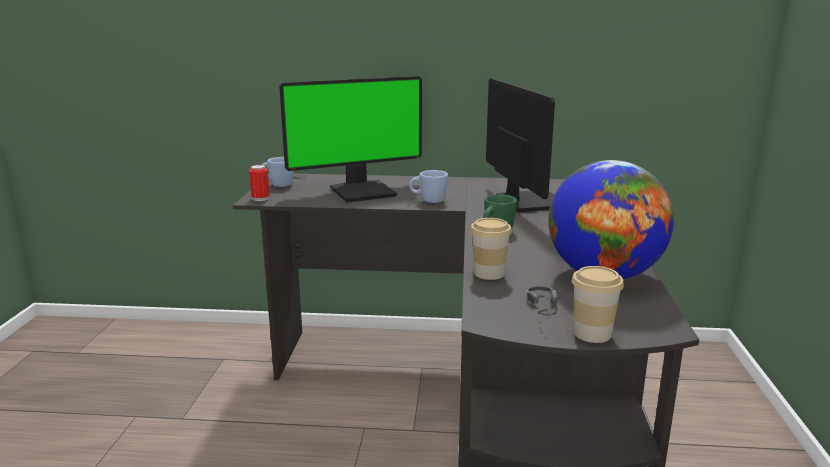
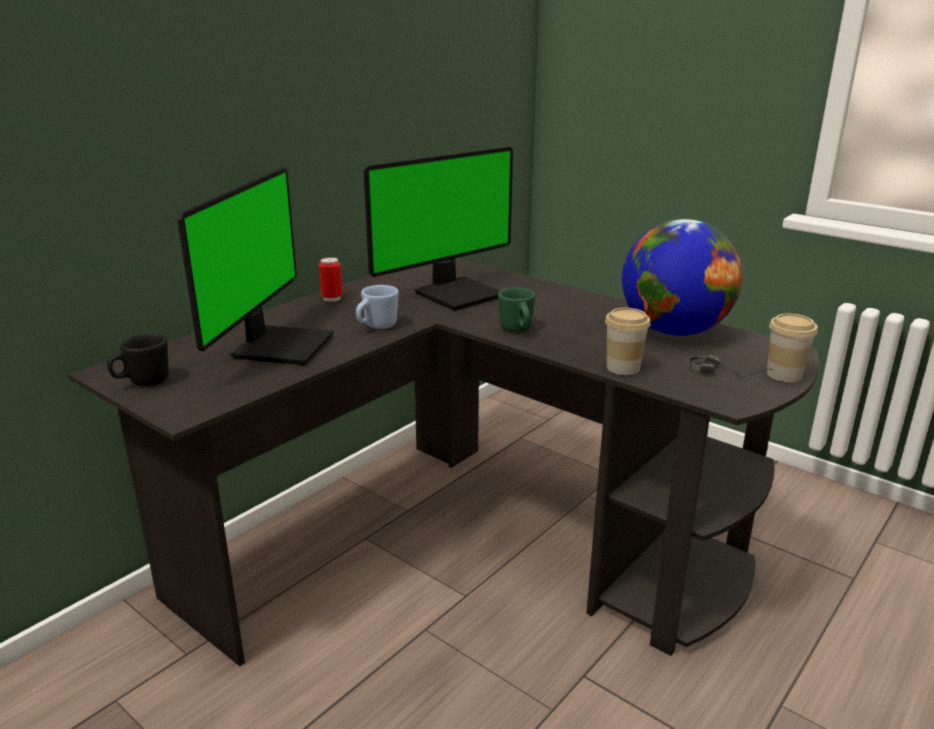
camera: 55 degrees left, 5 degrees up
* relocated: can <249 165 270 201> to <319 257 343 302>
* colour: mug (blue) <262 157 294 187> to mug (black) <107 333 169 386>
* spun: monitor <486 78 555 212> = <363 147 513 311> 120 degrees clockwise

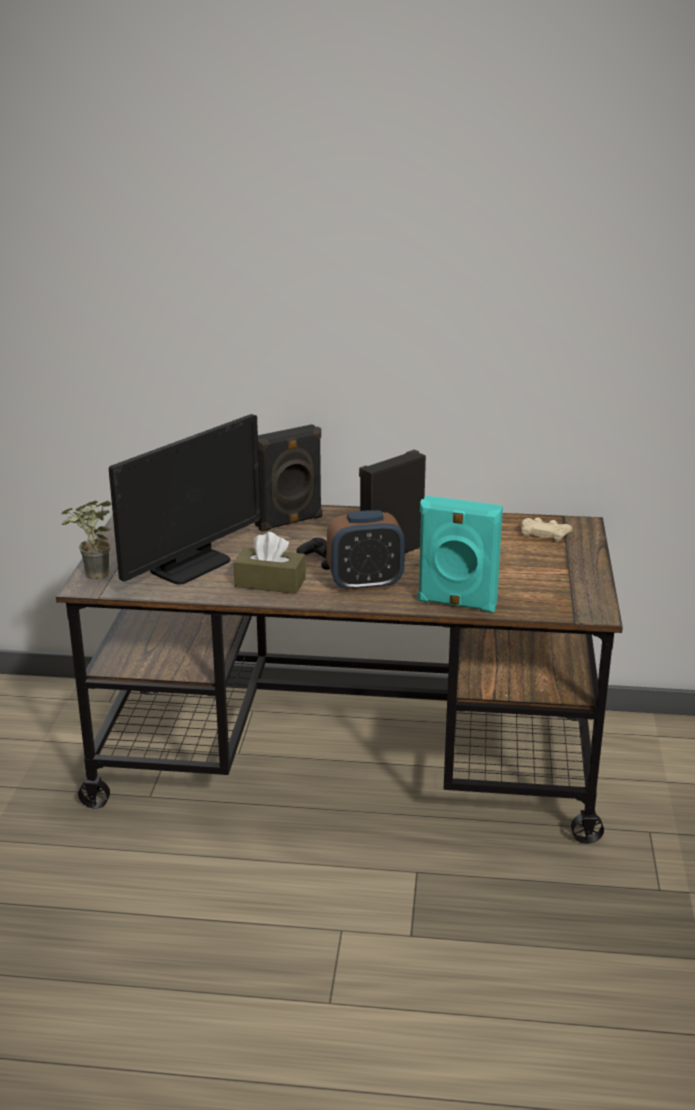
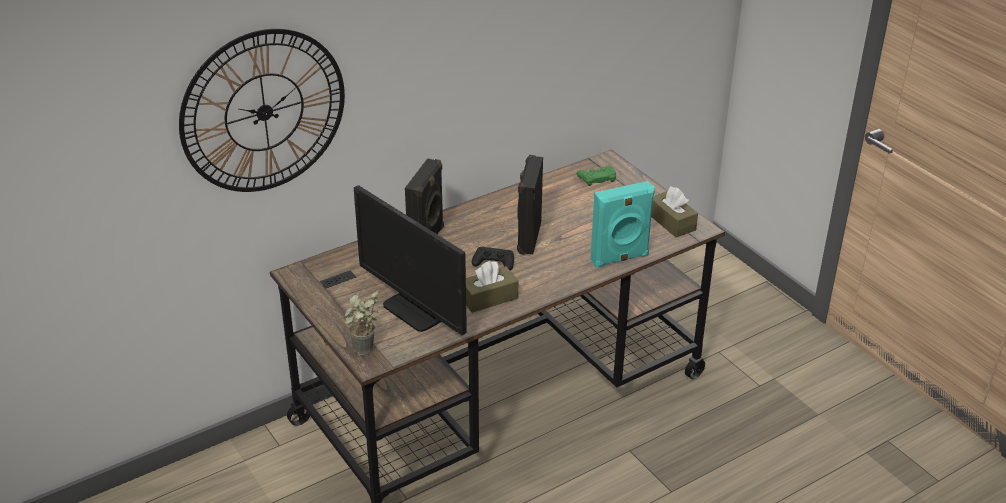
camera: 40 degrees left, 10 degrees up
* spun: monitor <109 414 261 585> = <354 185 467 335> 135 degrees clockwise
* missing: alarm clock <327 510 405 592>
* colour: game controller (beige) <521 518 572 542> to game controller (green) <576 166 616 186>
* appeared: wall clock <179 29 345 192>
* appeared: tissue box (brown) <651 186 698 237>

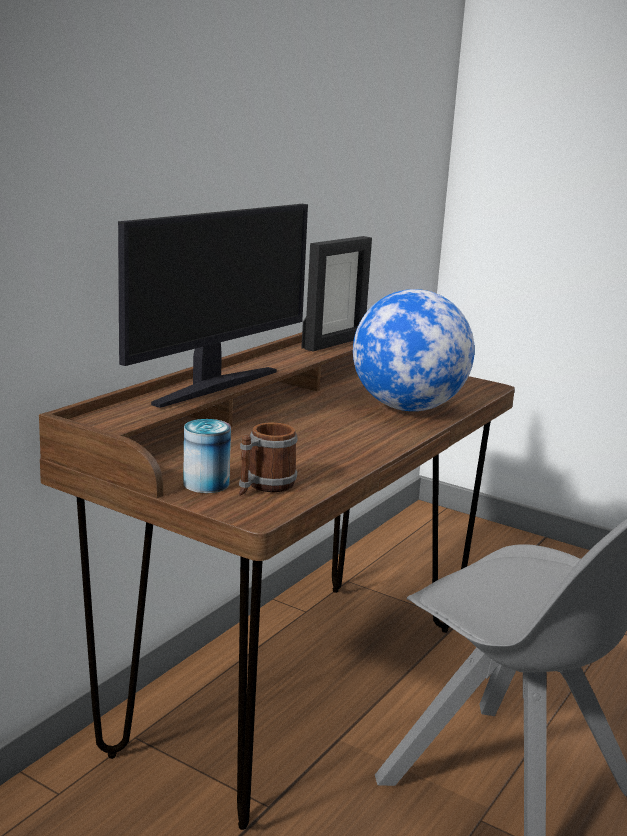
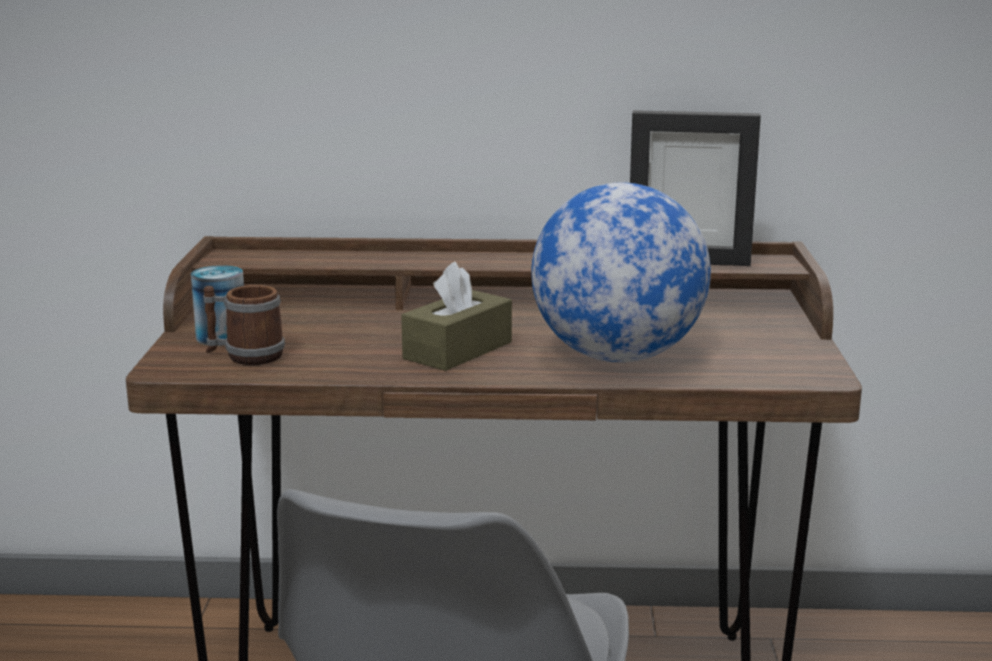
camera: 60 degrees right, 0 degrees up
* missing: monitor <118 204 308 408>
* appeared: tissue box (brown) <401 262 512 371>

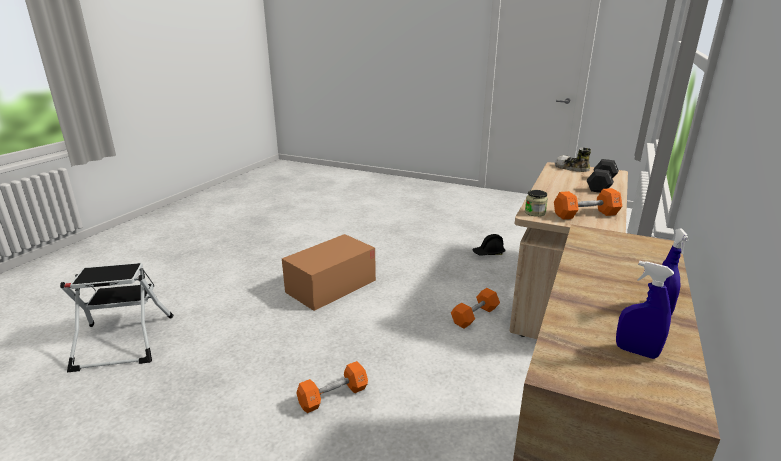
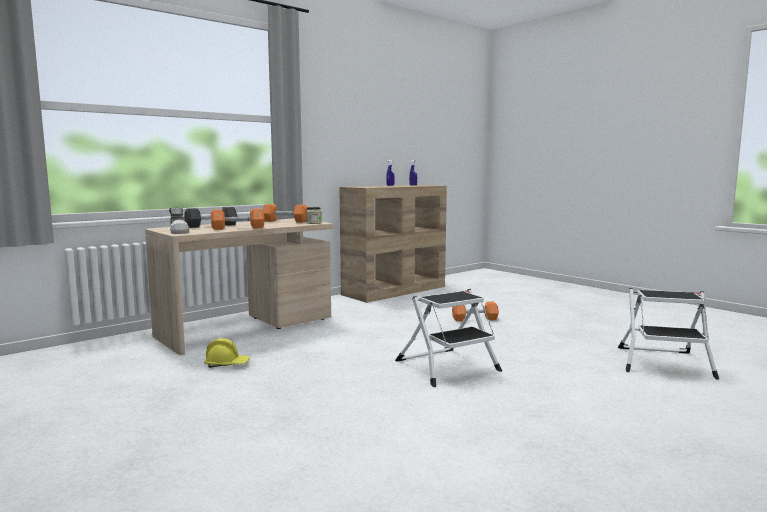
camera: 155 degrees left, 15 degrees down
* exchanged: cardboard box <282 234 376 311> to step ladder <395 289 502 387>
* relocated: dumbbell (orange) <451 288 500 329> to <211 209 264 230>
* colour: hard hat (black) <472 234 505 256> to hard hat (yellow) <204 338 250 368>

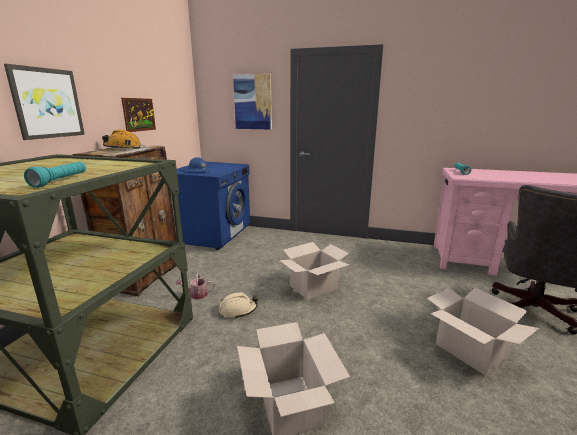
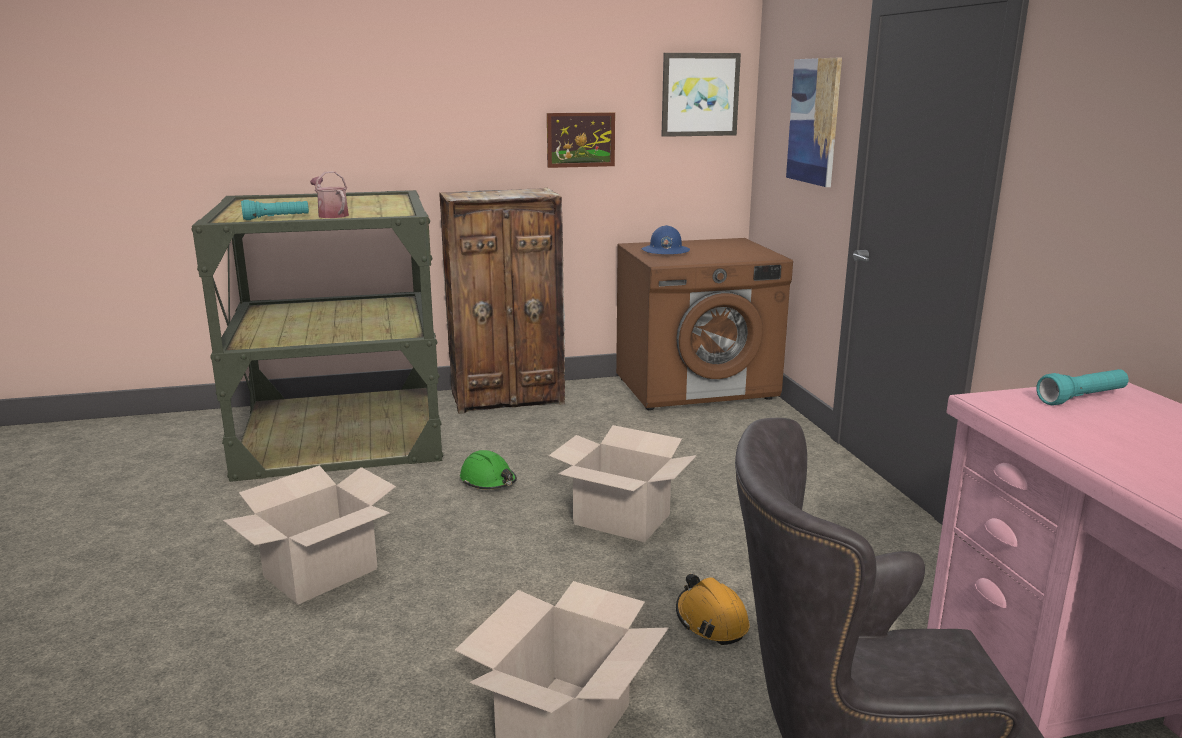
camera: 60 degrees right, 0 degrees up
* relocated: picture <4 64 85 140> to <662 53 741 137>
* relocated: hard hat (orange) <102 130 141 149> to <676 574 750 645>
* colour: washing machine (blue) <171 162 250 250> to washing machine (brown) <616 238 793 411>
* relocated: watering can <175 273 215 299> to <310 171 349 218>
* colour: hard hat (beige) <219 292 258 318> to hard hat (green) <460 450 517 489>

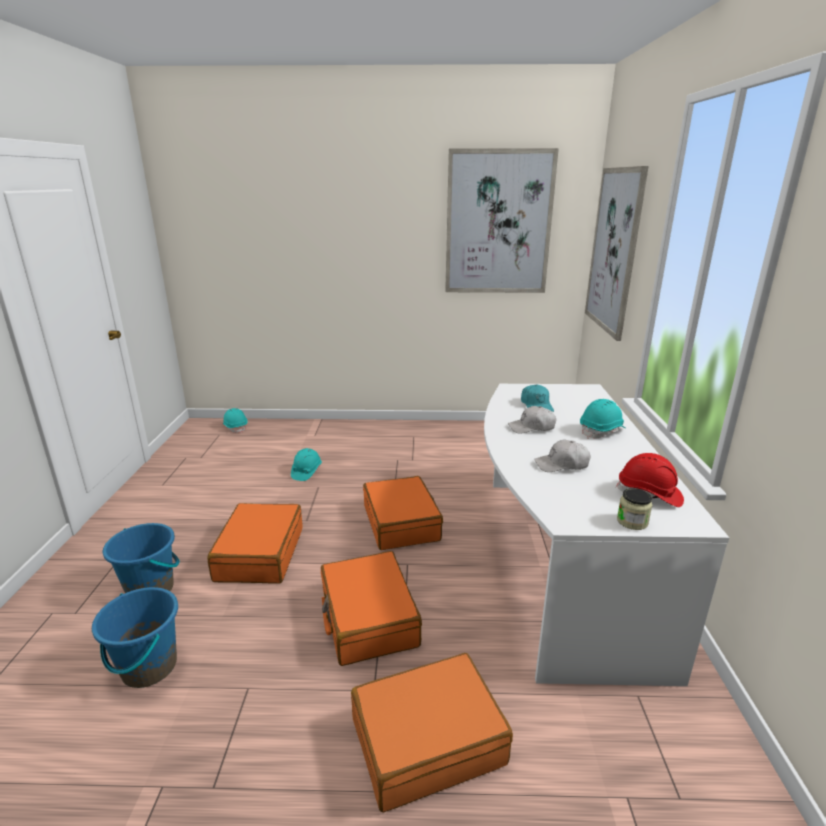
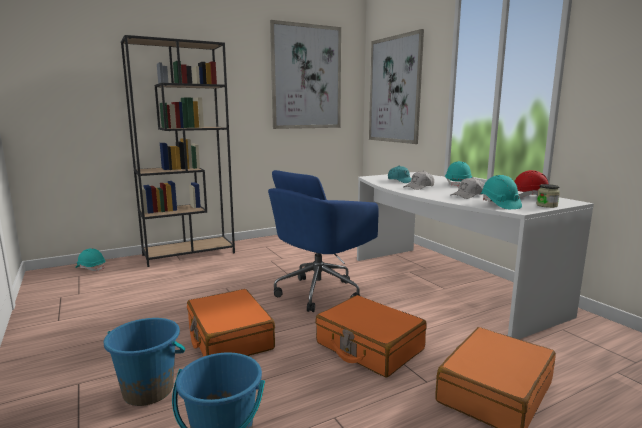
camera: 30 degrees left, 10 degrees down
* relocated: hard hat (turquoise) <291 448 322 481> to <480 175 522 209>
* exchanged: suitcase (orange) <363 476 443 550> to office chair (blue) <268 170 379 312>
* appeared: bookcase <121 35 235 267>

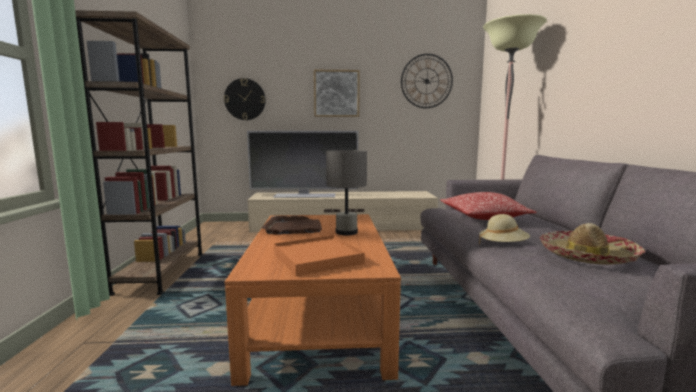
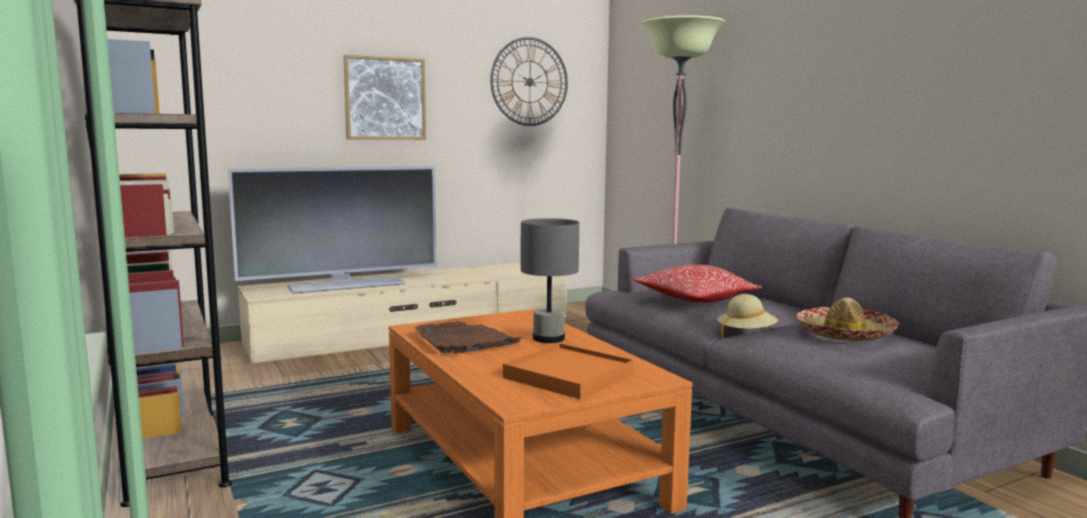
camera: 25 degrees left, 0 degrees up
* missing: wall clock <224 78 266 120>

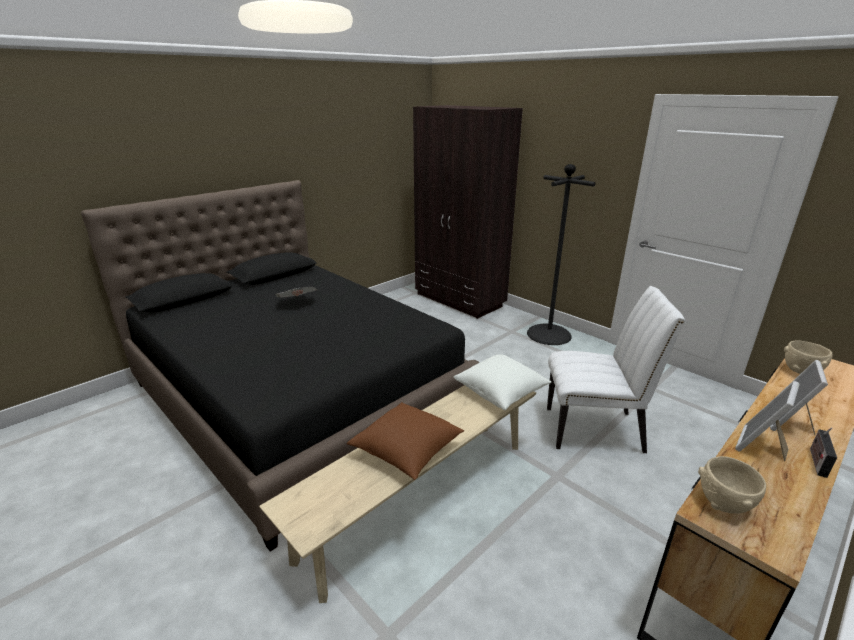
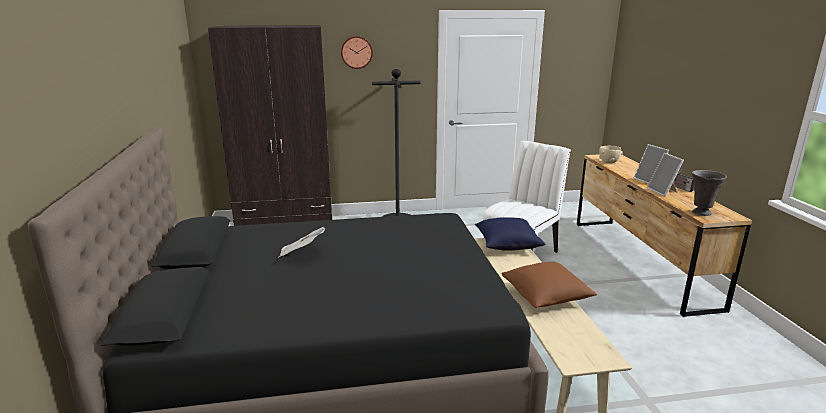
camera: 55 degrees left, 5 degrees down
* colour: pillow (white) <454 354 552 410> to pillow (blue) <475 217 545 251>
* exchanged: bowl (beige) <698 456 766 514> to vase (grey) <692 170 727 216>
* appeared: wall clock <341 36 373 69>

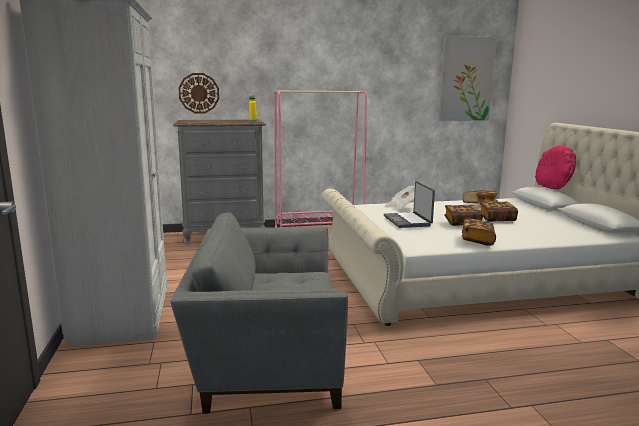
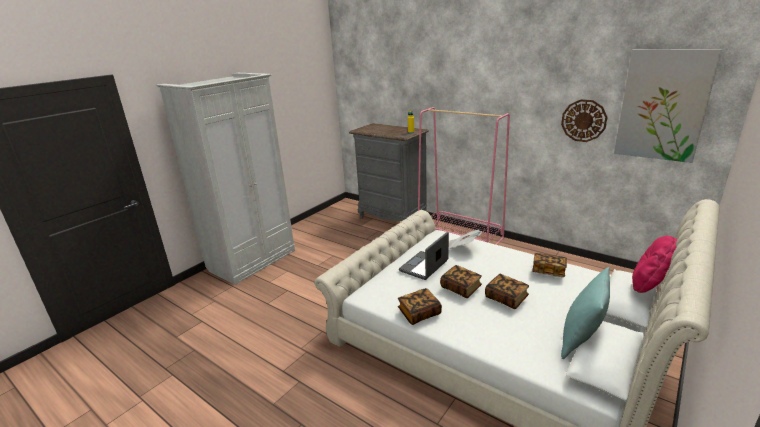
camera: 50 degrees right, 10 degrees up
* missing: armchair (grey) <170 212 348 414>
* relocated: wall clock <178 73 219 113> to <561 99 608 142>
* appeared: pillow (turquoise) <561 267 610 359>

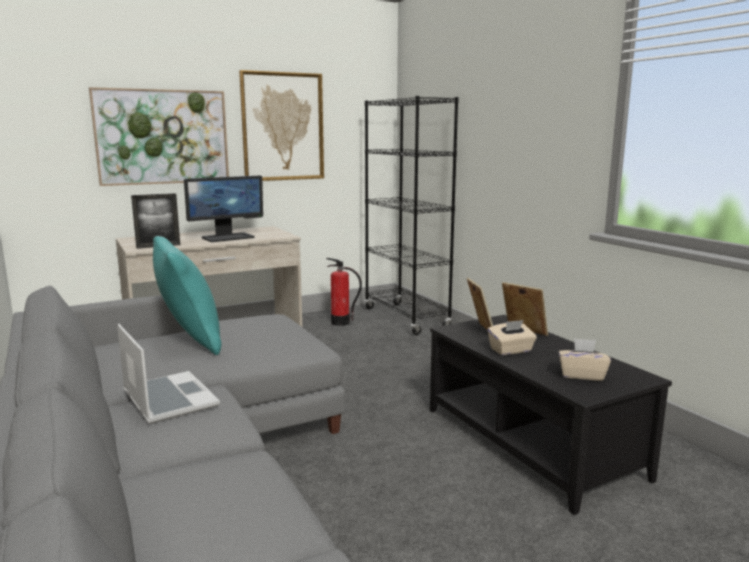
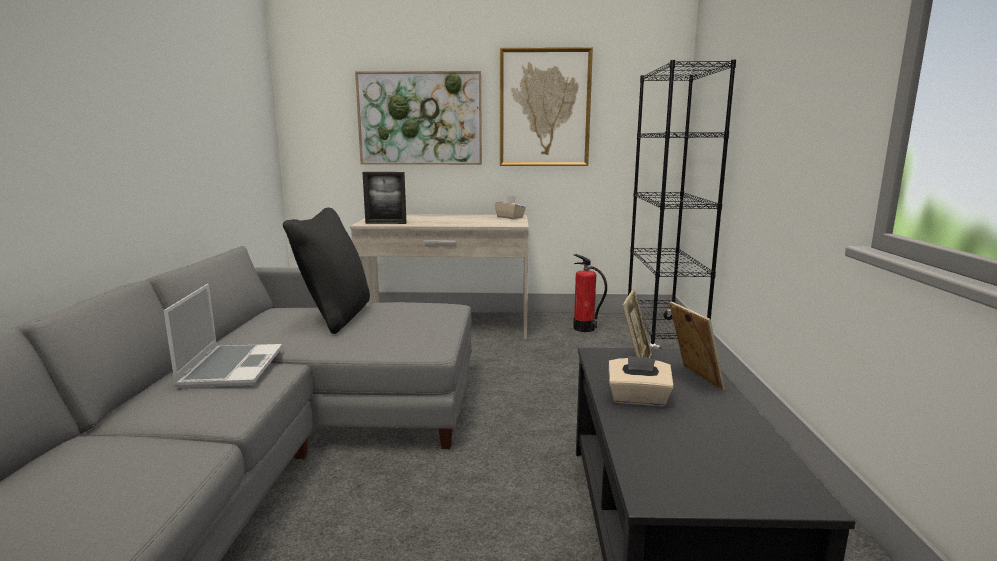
camera: 30 degrees right, 0 degrees up
* colour: pillow (turquoise) <153 236 221 355> to pillow (black) <283 207 370 334>
* missing: monitor <184 175 263 242>
* relocated: tissue box (beige) <559 338 611 381> to <494 195 526 219>

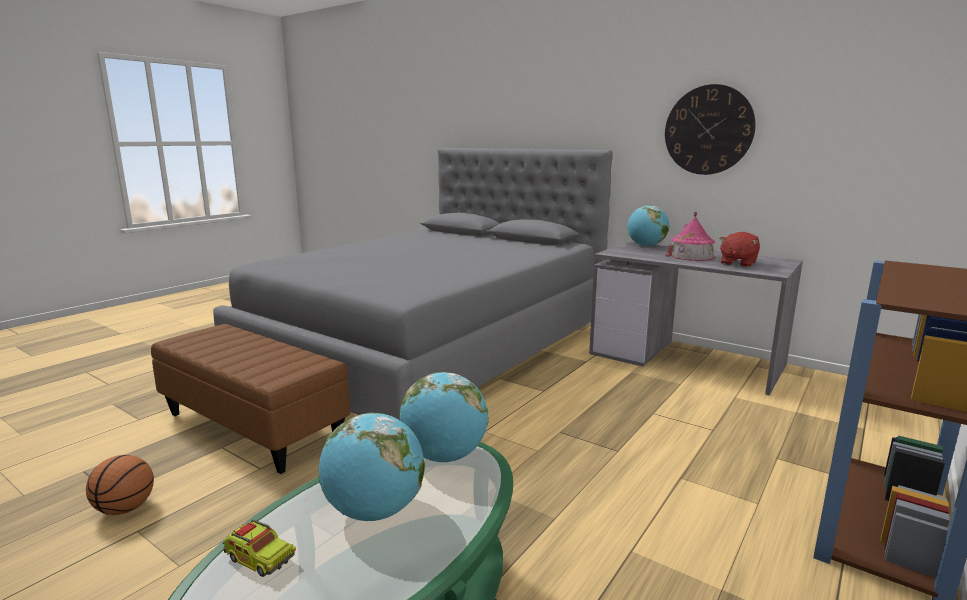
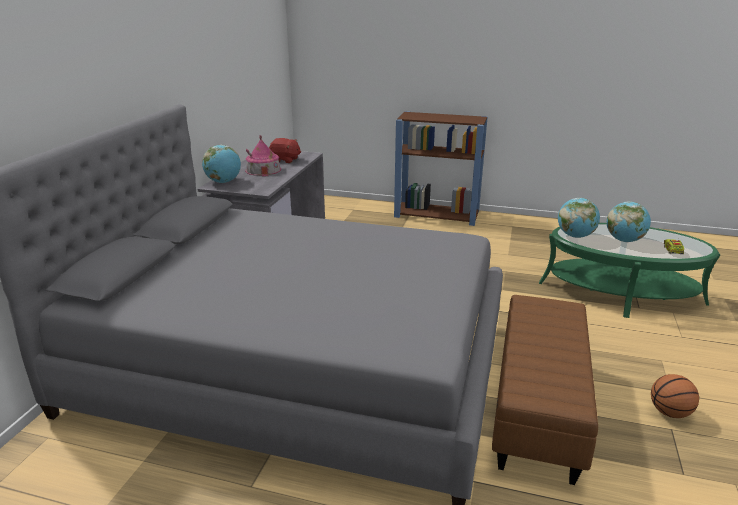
camera: 110 degrees left, 10 degrees up
* missing: wall clock <665 84 756 175>

